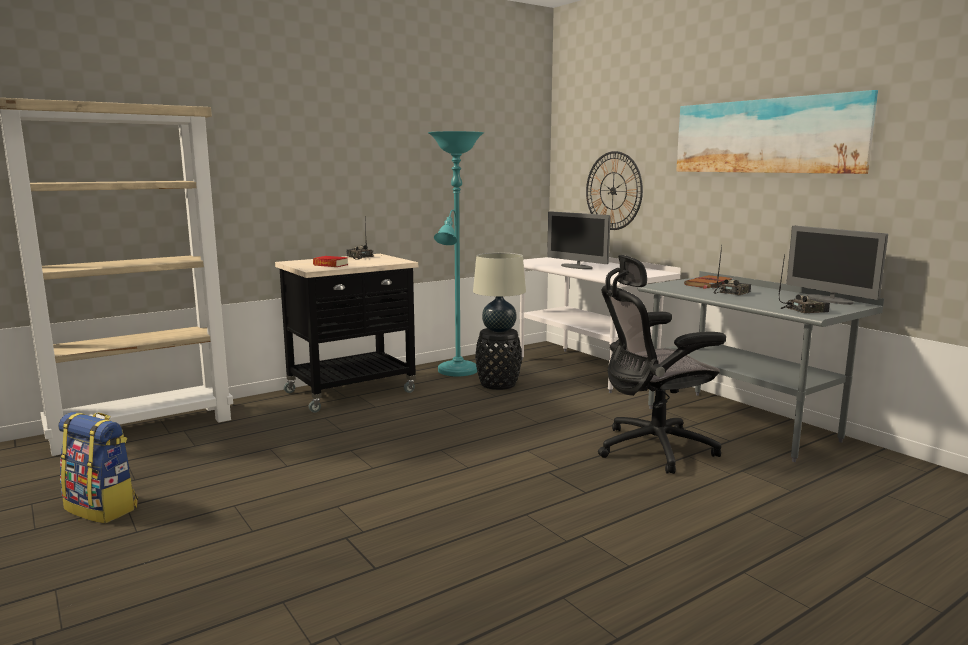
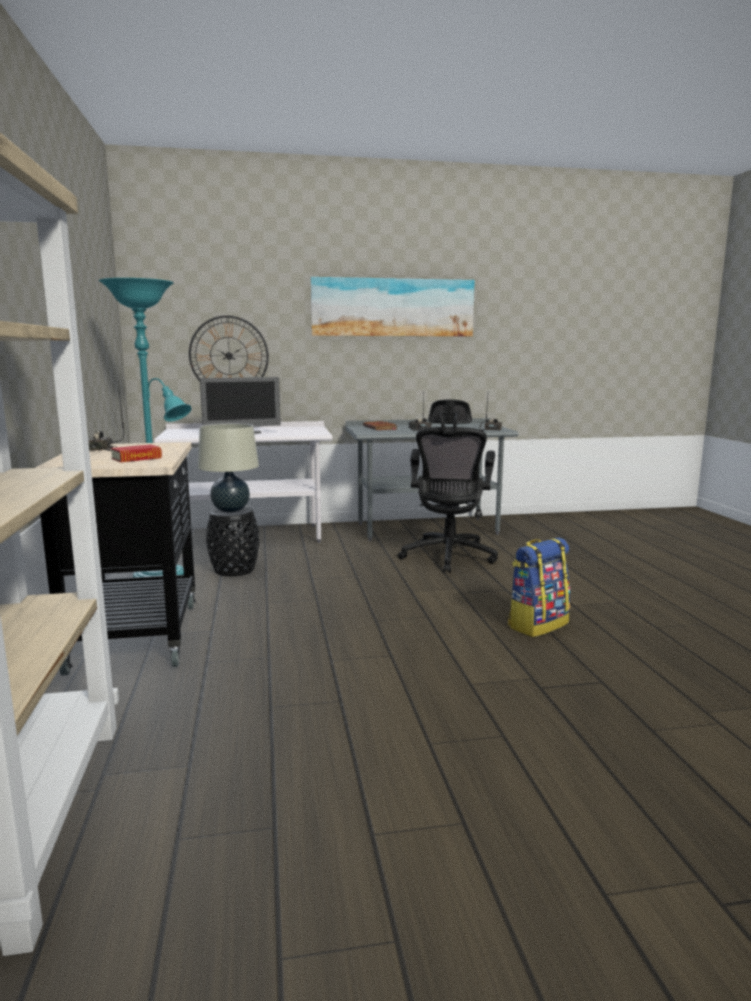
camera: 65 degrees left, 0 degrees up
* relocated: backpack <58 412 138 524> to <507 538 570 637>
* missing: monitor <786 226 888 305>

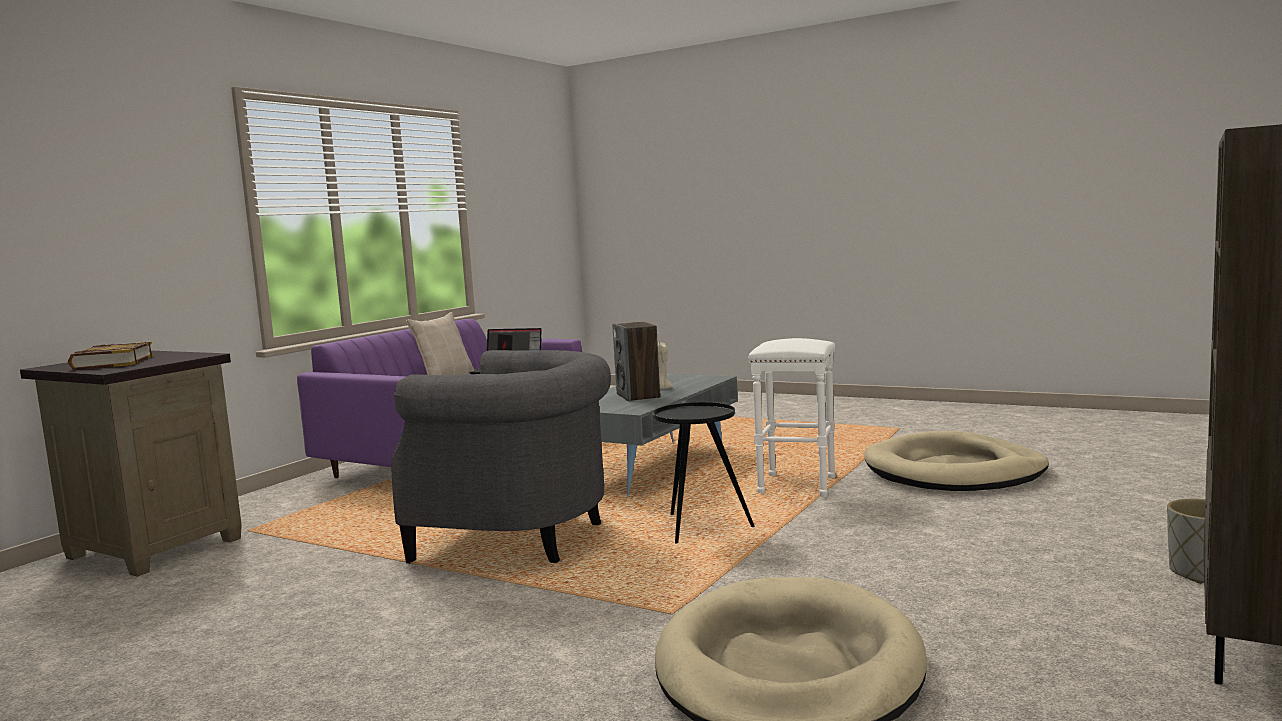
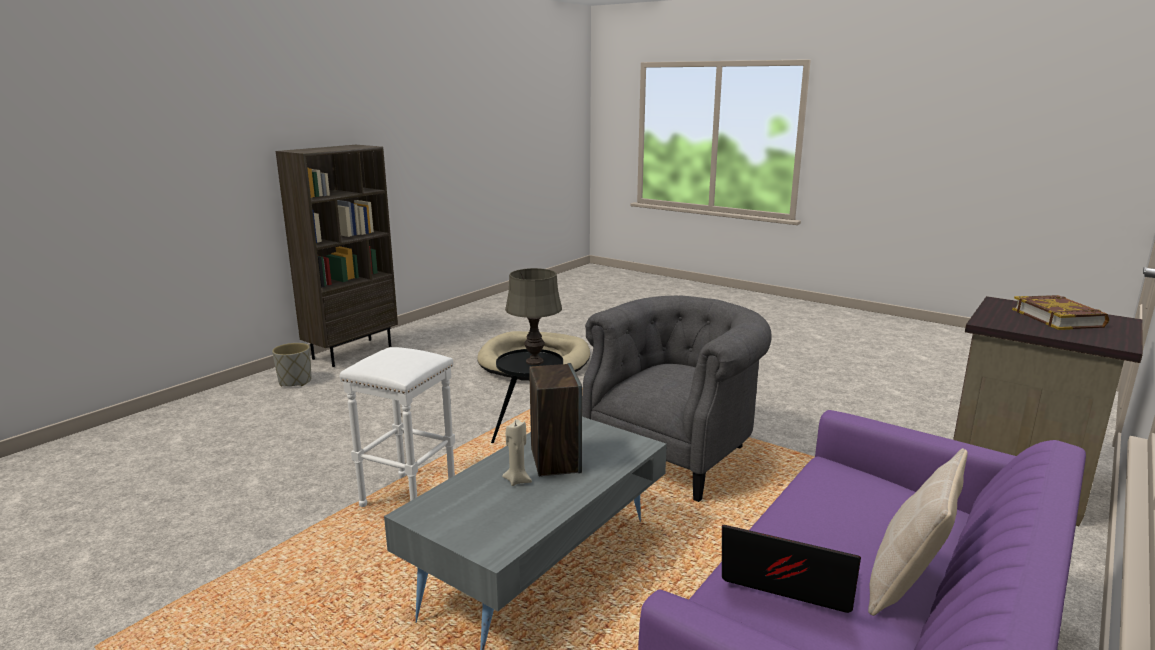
camera: 175 degrees left, 10 degrees up
* spun: armchair (grey) <392 350 611 564> = <582 296 772 502> 105 degrees clockwise
* missing: dog bed (beige) <864 430 1049 491>
* appeared: table lamp (grey) <505 268 562 365>

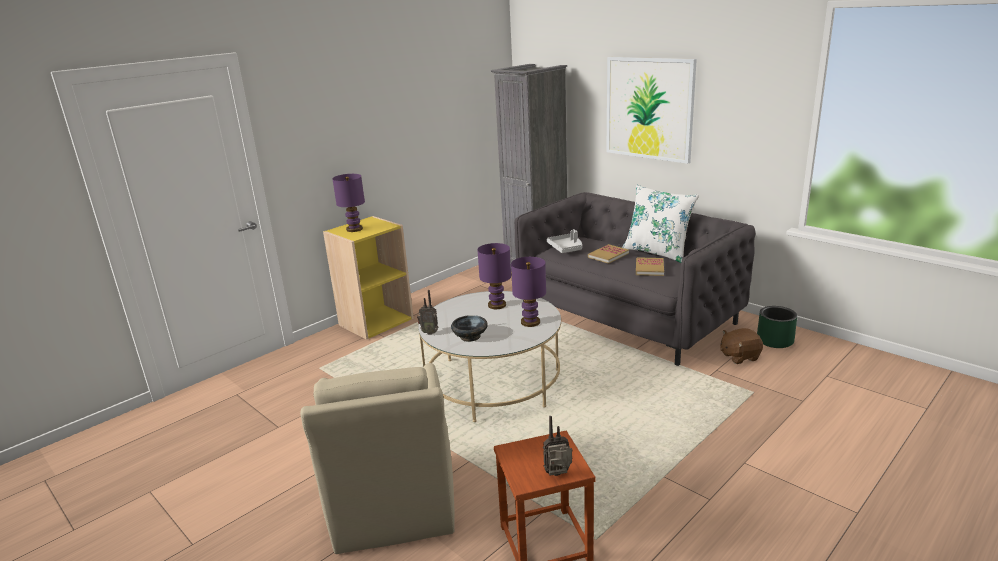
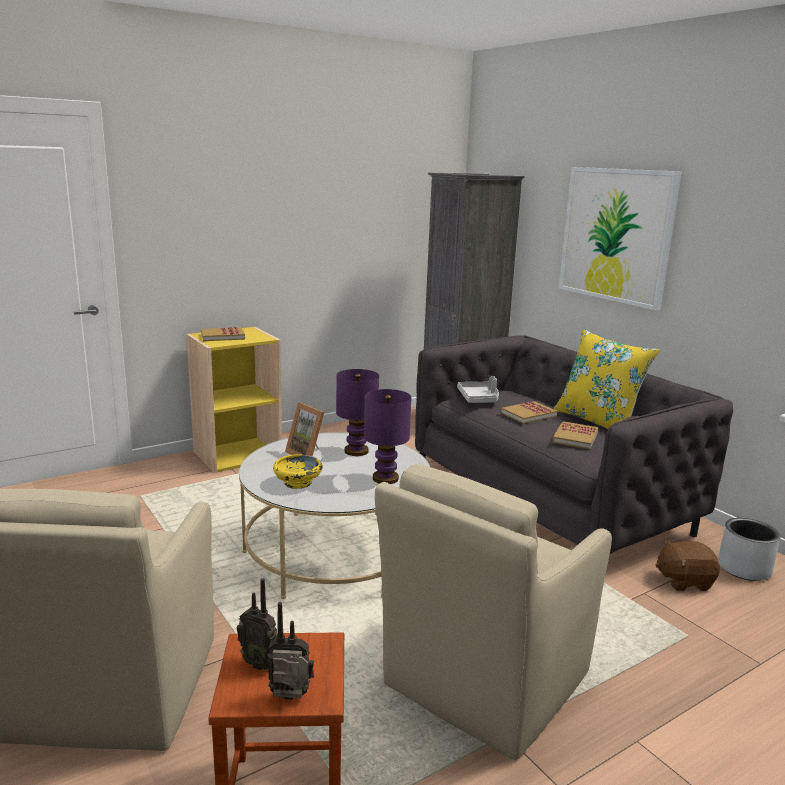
camera: 10 degrees right, 5 degrees down
* exchanged: table lamp (purple) <332 174 365 232> to book <201 327 245 341>
* relocated: radio <417 290 438 335> to <237 578 277 671>
* colour: bowl (black) <451 315 488 342> to bowl (yellow) <273 454 323 489>
* colour: pillow (white) <622 185 699 263> to pillow (yellow) <553 329 660 429>
* colour: planter (green) <757 306 797 348> to planter (grey) <718 518 781 581>
* appeared: picture frame <285 402 324 456>
* appeared: armchair (beige) <375 464 612 760>

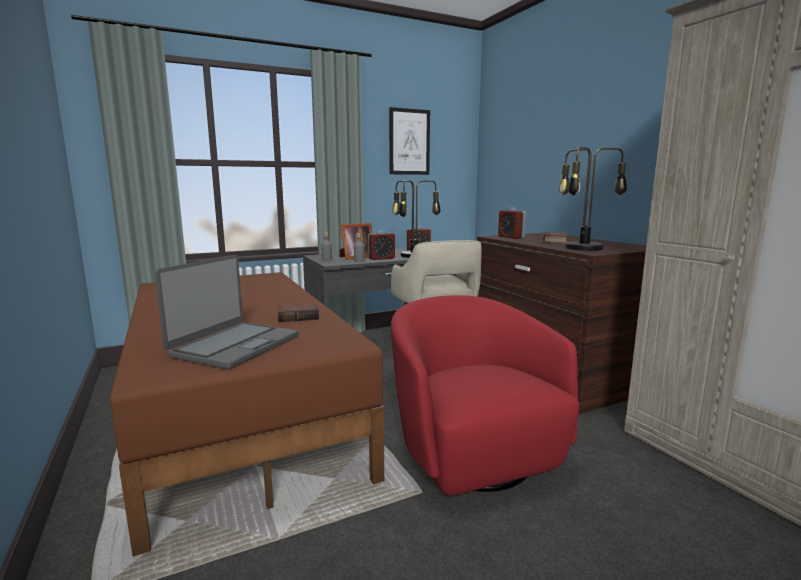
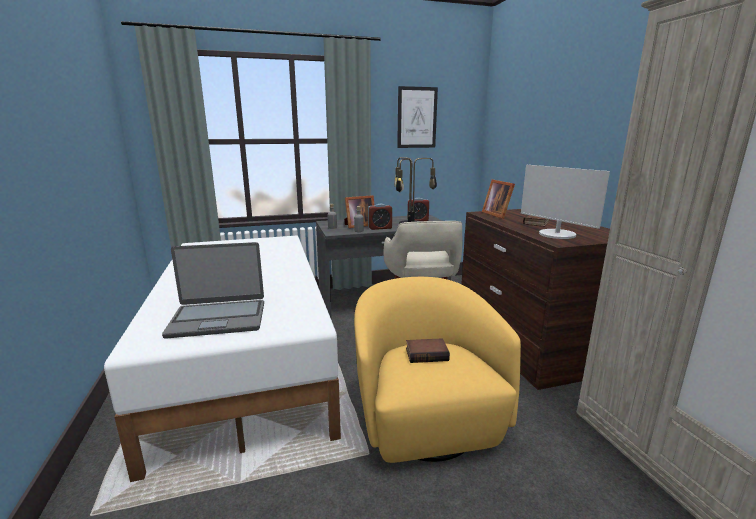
camera: 10 degrees right, 5 degrees up
* colour: bed (brown) <110 272 384 557> to bed (white) <104 235 341 482>
* spun: laptop <155 255 298 369> = <162 242 264 339> 45 degrees clockwise
* relocated: book <278 303 319 322> to <406 338 450 363>
* colour: armchair (red) <391 295 579 496> to armchair (yellow) <354 277 521 463>
* exchanged: alarm clock <498 208 526 239> to picture frame <482 179 515 219>
* exchanged: table lamp <559 147 627 251> to monitor <521 165 610 239>

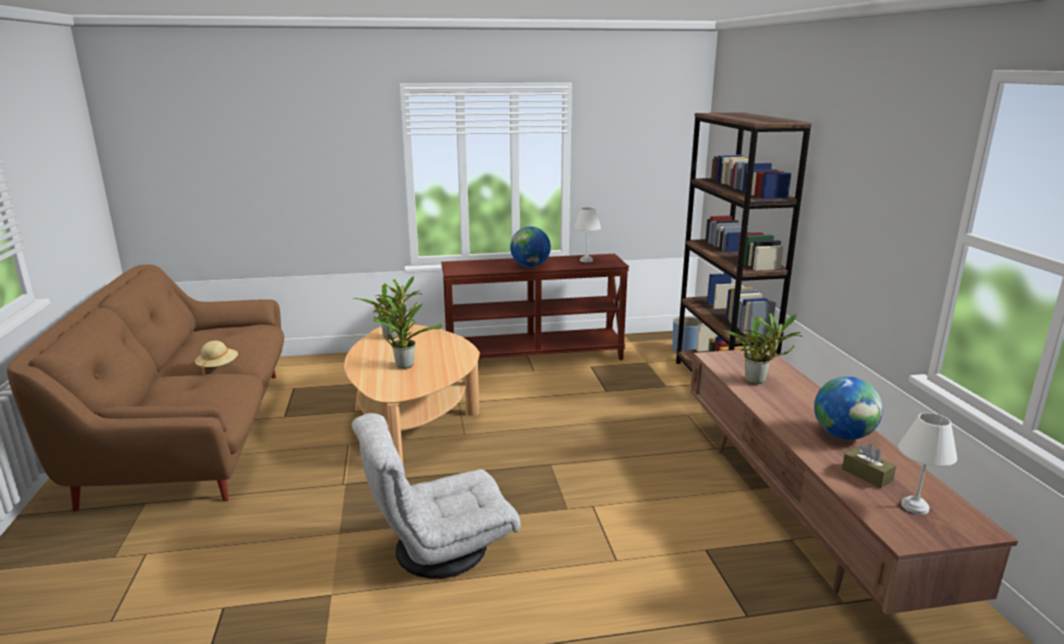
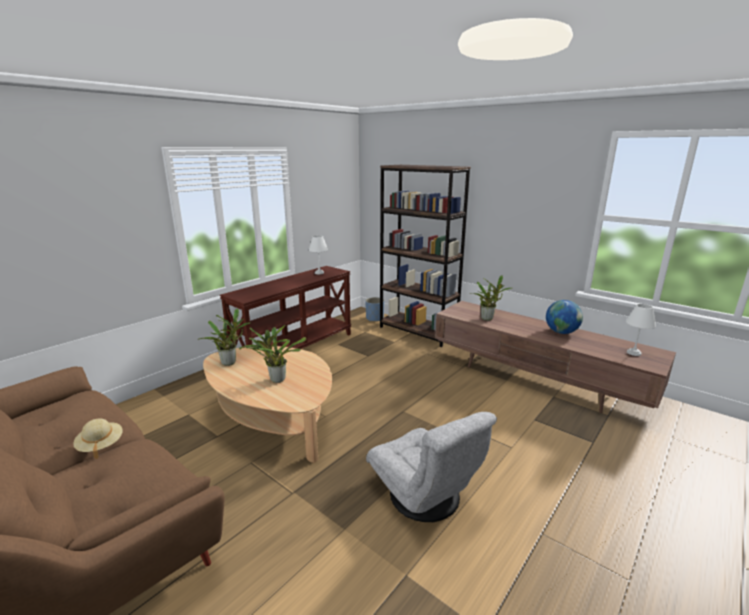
camera: 40 degrees left, 0 degrees up
* spun: armchair (grey) <352 413 521 579> = <366 412 497 522> 60 degrees counterclockwise
* missing: globe <510 226 551 267>
* missing: tissue box (brown) <842 444 896 488>

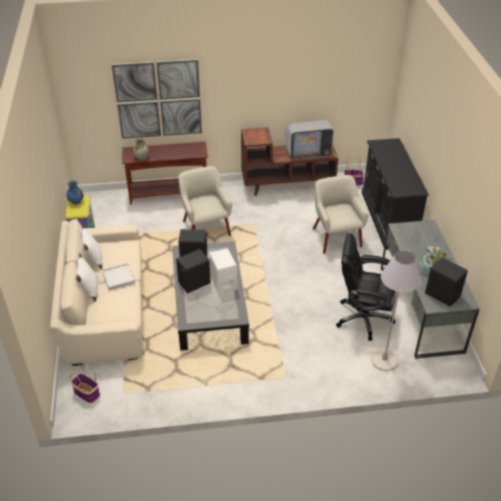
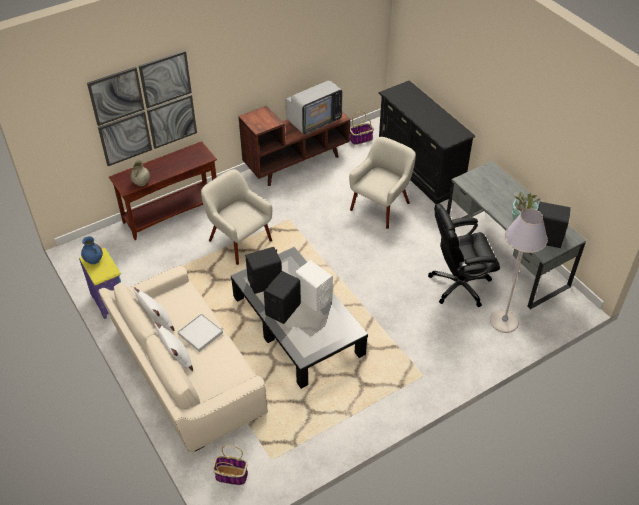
camera: 25 degrees left, 5 degrees up
* spun: armchair (beige) <313 175 369 254> = <349 137 416 229> 75 degrees clockwise

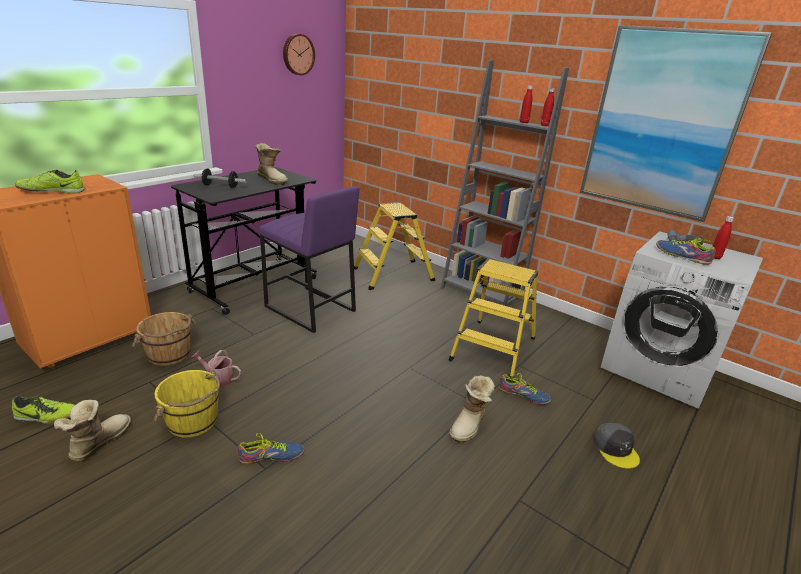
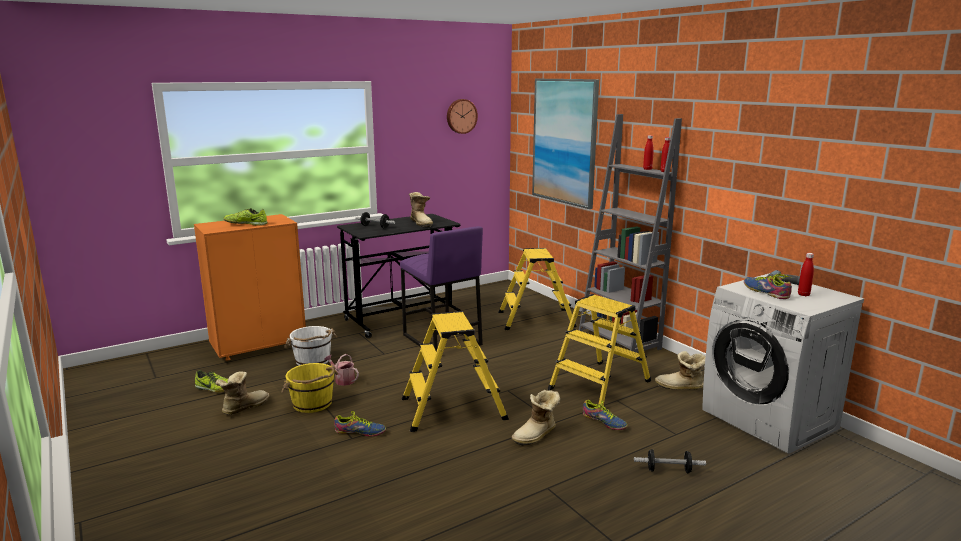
camera: 20 degrees right, 10 degrees down
* colour: bucket (brown) <132 312 196 366> to bucket (white) <284 326 337 366>
* relocated: picture <580 25 772 222> to <532 79 599 209>
* exchanged: cap (grey) <593 423 640 469> to dumbbell <634 449 706 473>
* appeared: step ladder (yellow) <402 311 509 432>
* appeared: boot <655 351 706 390>

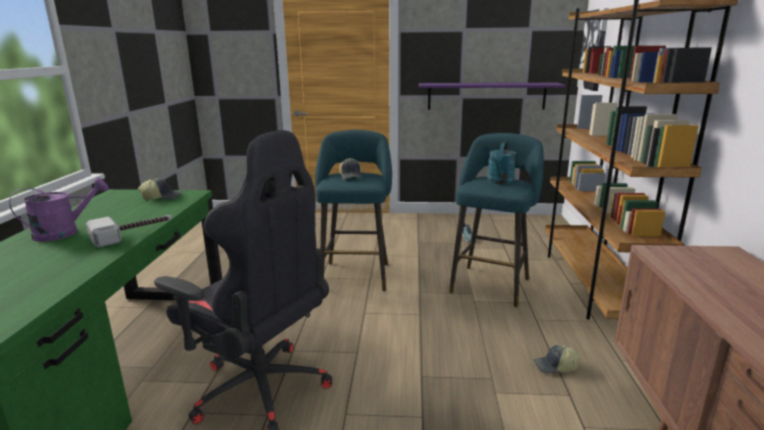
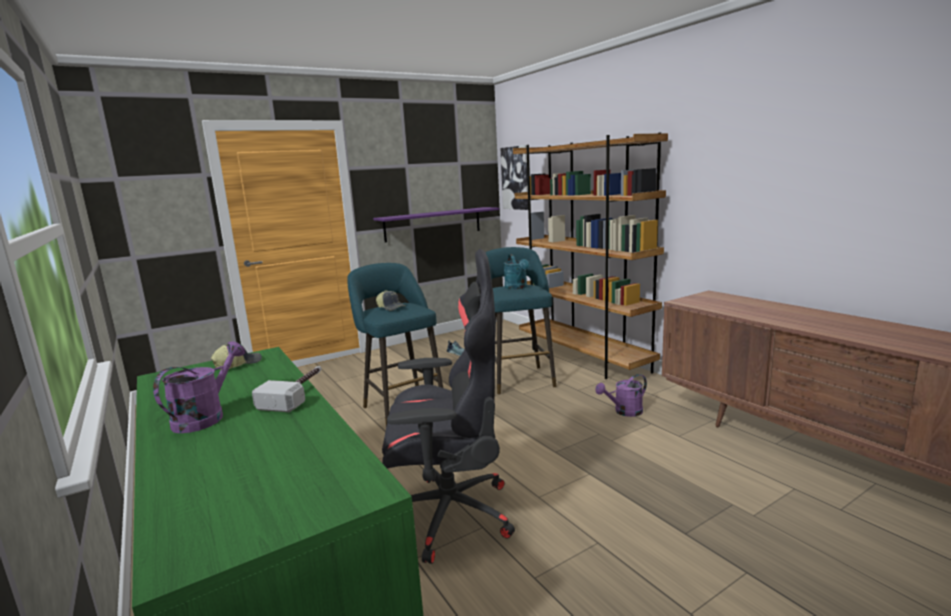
camera: 35 degrees left, 5 degrees down
* exchanged: cap <534 345 580 374> to watering can (purple) <595 374 647 417>

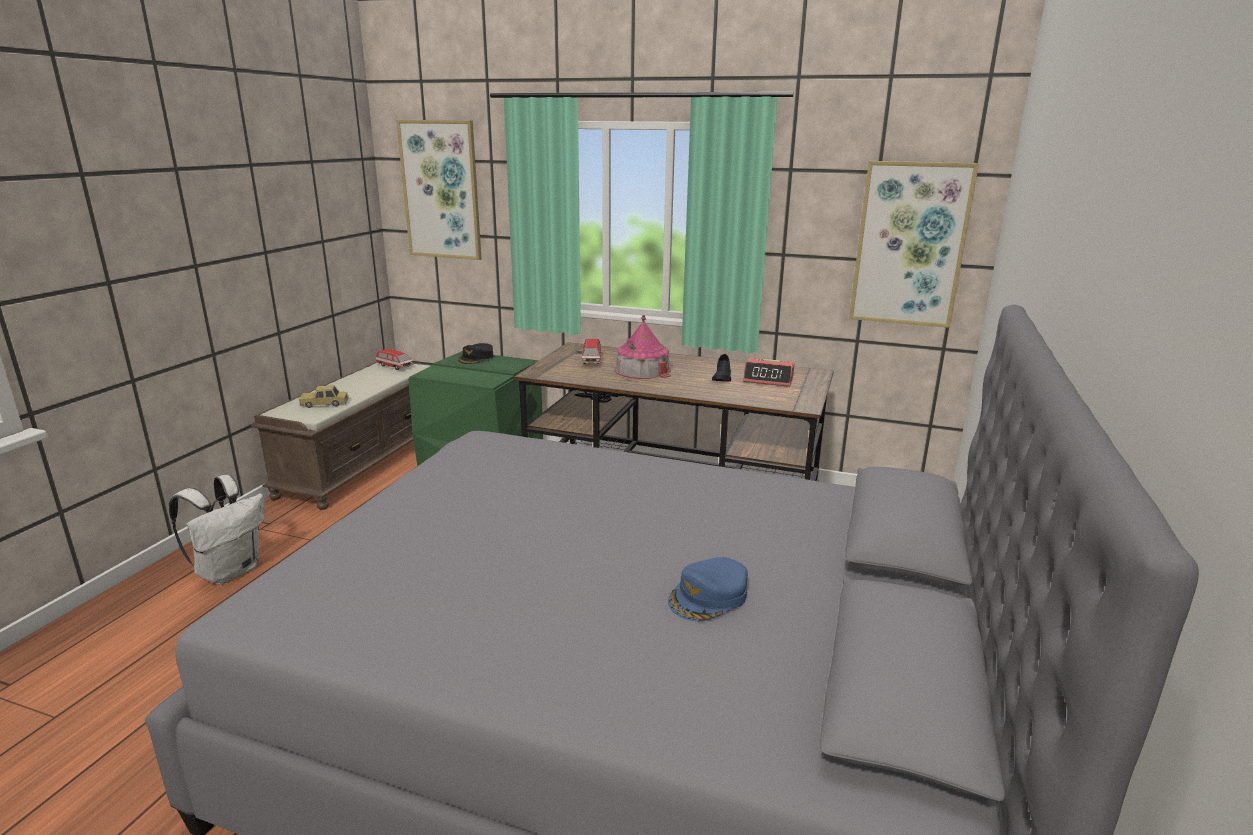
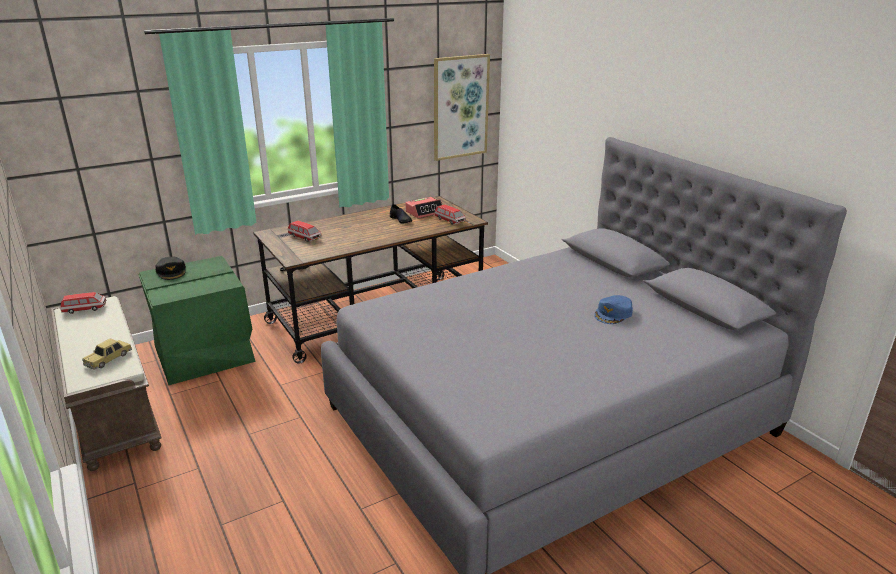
camera: 50 degrees left, 5 degrees up
* missing: backpack (white) <169 475 265 584>
* missing: picture <396 120 482 260>
* missing: toy house <615 315 671 379>
* spun: cap (blue) <668 557 748 622> = <594 295 633 324> 45 degrees clockwise
* appeared: toy car <435 204 466 225>

